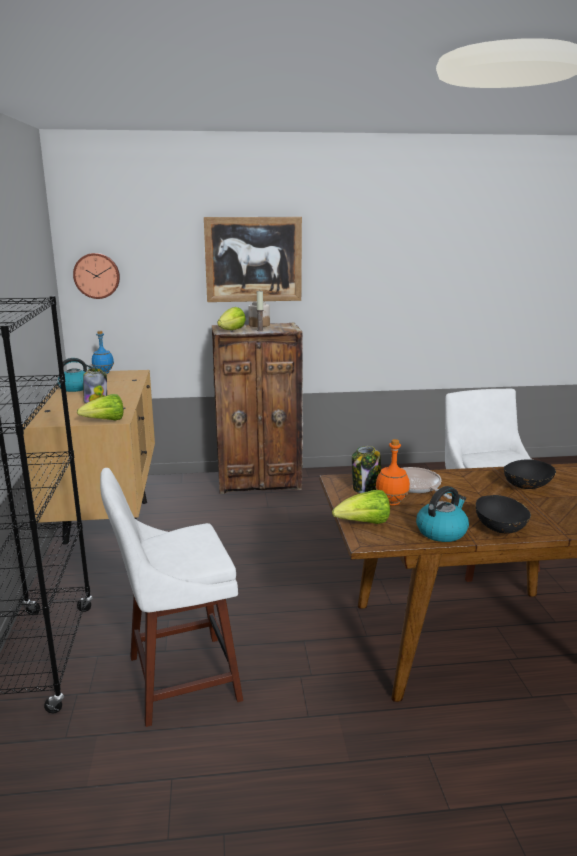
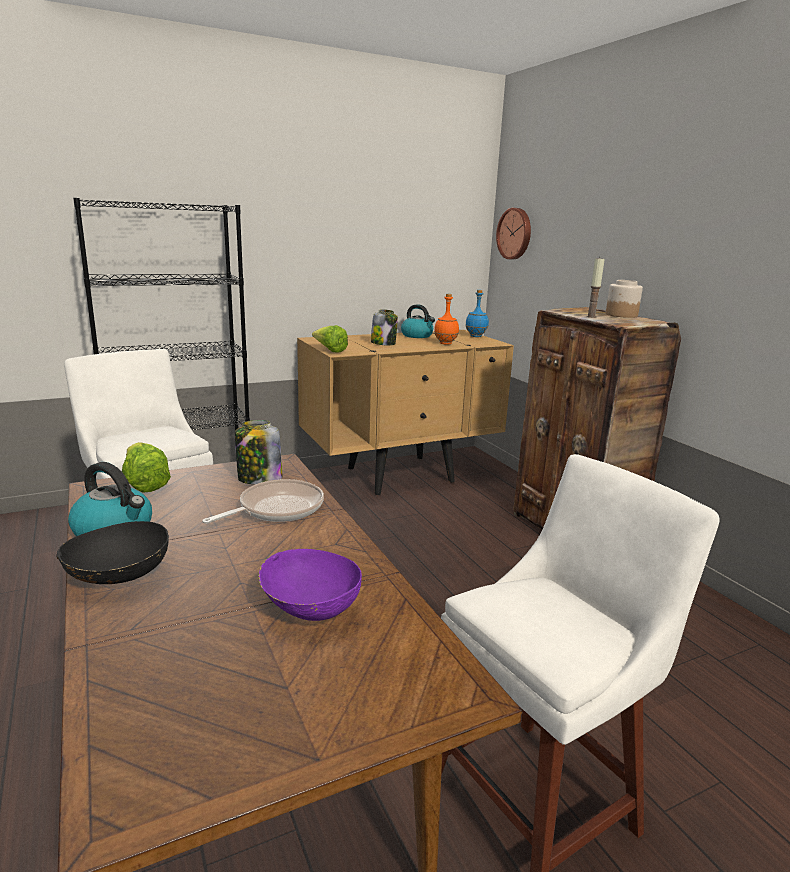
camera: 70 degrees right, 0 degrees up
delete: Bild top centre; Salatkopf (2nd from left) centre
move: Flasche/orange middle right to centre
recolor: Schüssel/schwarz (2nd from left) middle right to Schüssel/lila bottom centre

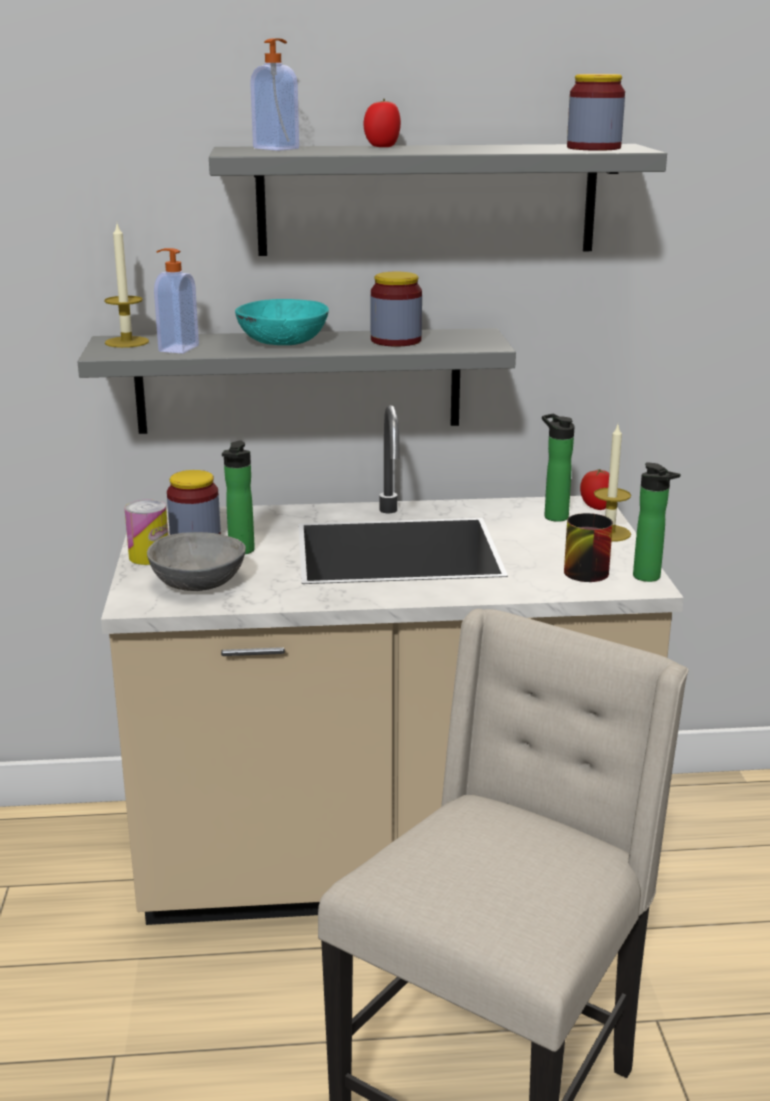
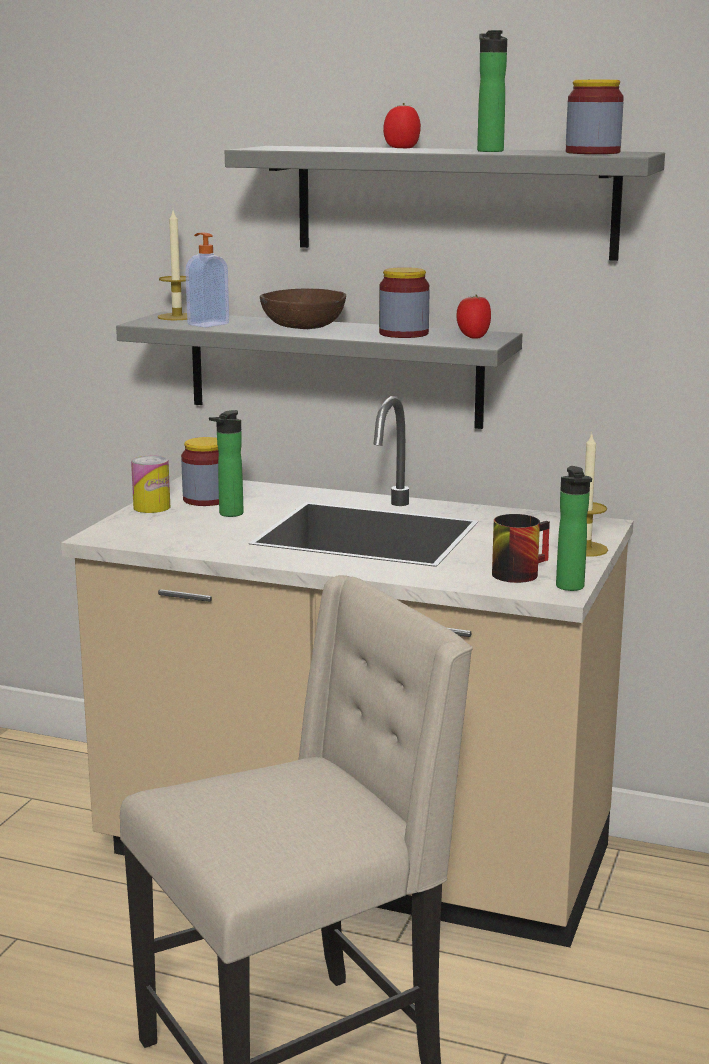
camera: 25 degrees right, 5 degrees down
delete: Schüssel/grau middle left; Seifenspender (2nd from left) top centre
move: Tomate (2nd from left) middle right to top right; Flasche (2nd from left) middle right to top right
recolor: Schüssel/türkis top centre to Schüssel/braun top centre

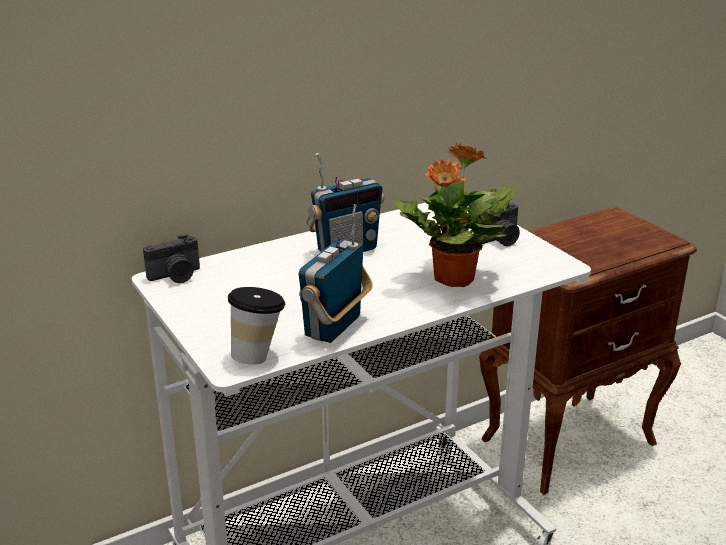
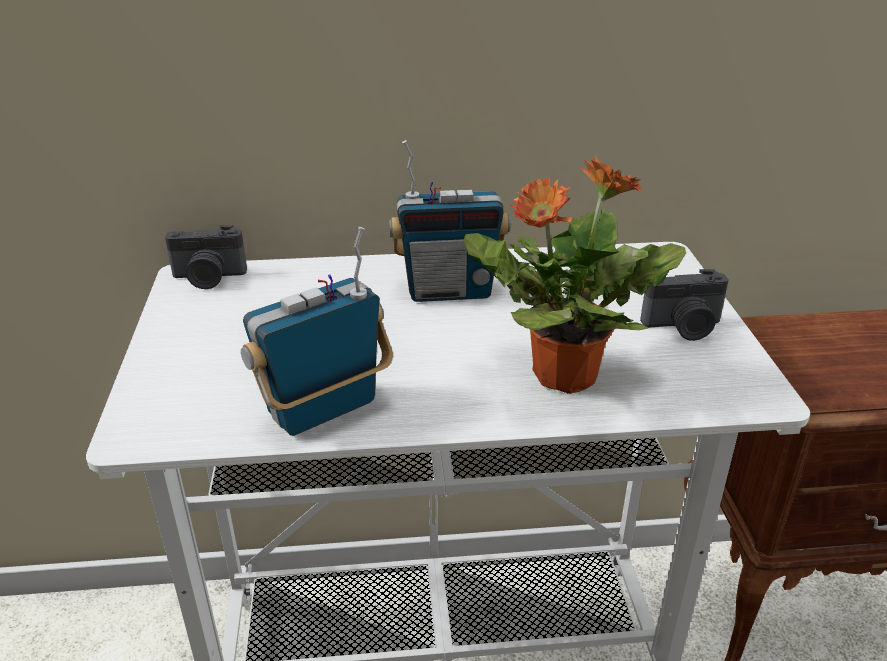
camera: 25 degrees right, 5 degrees up
delete: Tasse centre

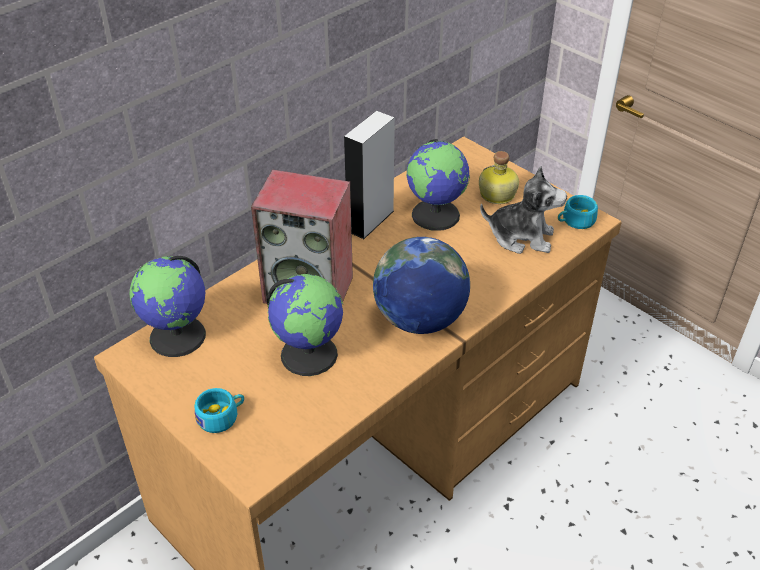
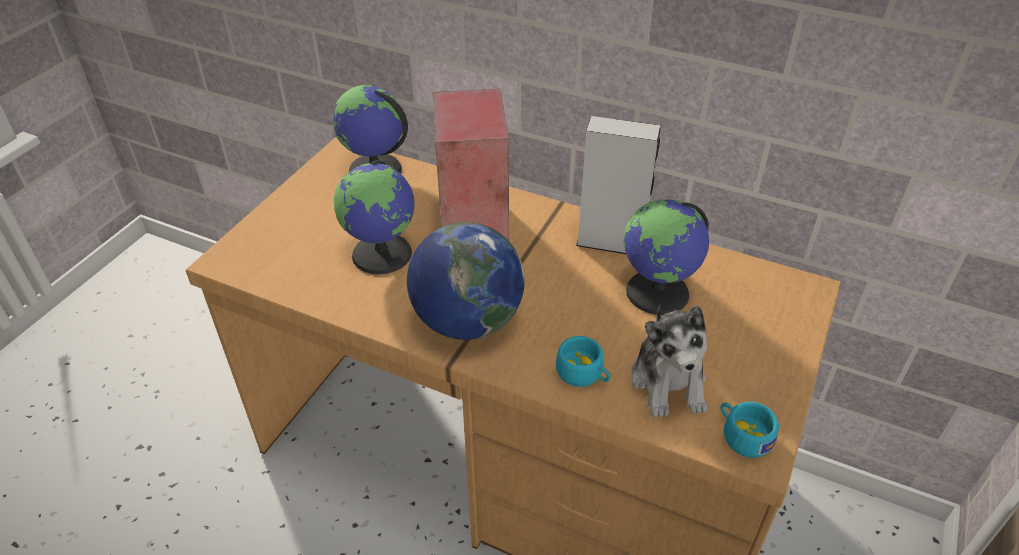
camera: 70 degrees right, 0 degrees up
delete: Flasche top centre
move: Tasse/türkis (1st from left) bottom left to centre

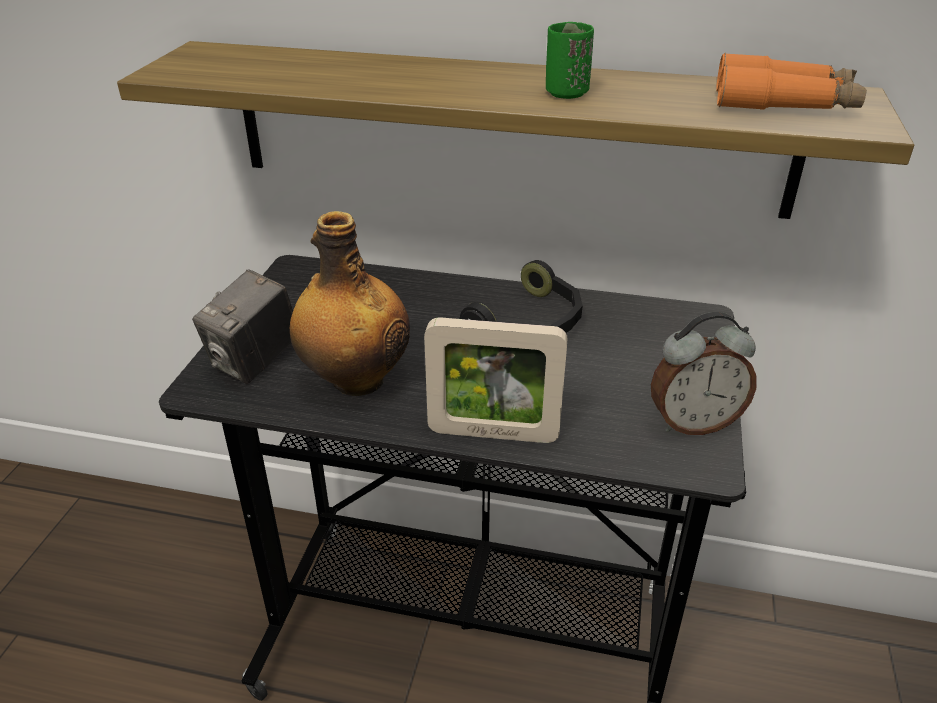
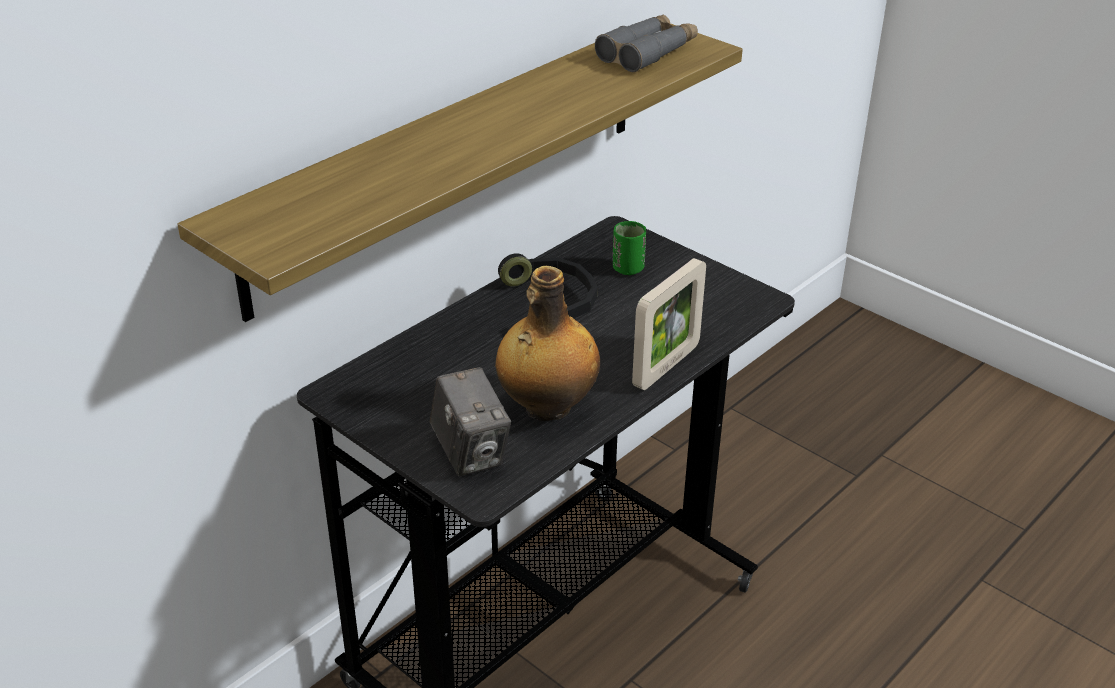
camera: 60 degrees left, 0 degrees up
delete: Wecker middle right
move: Tasse/grün top centre to centre
recolor: Fernglas/orange top right to Fernglas/grau top centre

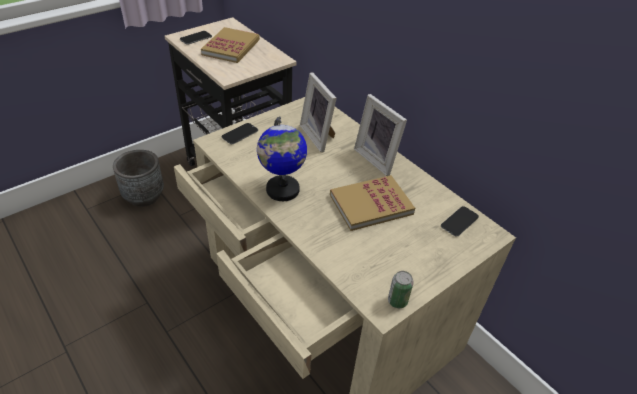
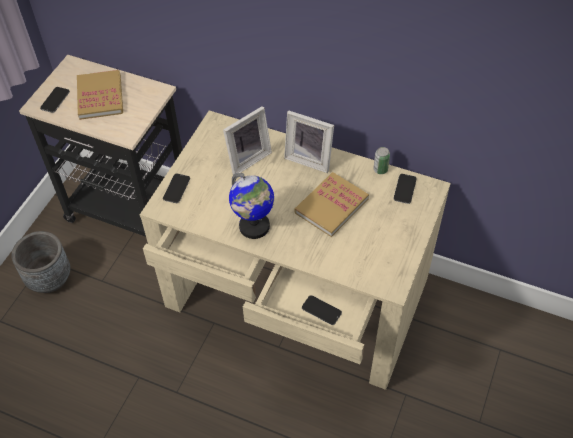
camera: 25 degrees left, 10 degrees up
insert: Handy (3rd from left) bottom centre
move: Dose bottom centre to middle right
rotate: Bilderrahmen (1st from left) top centre = top centre 75 degrees counterclockwise

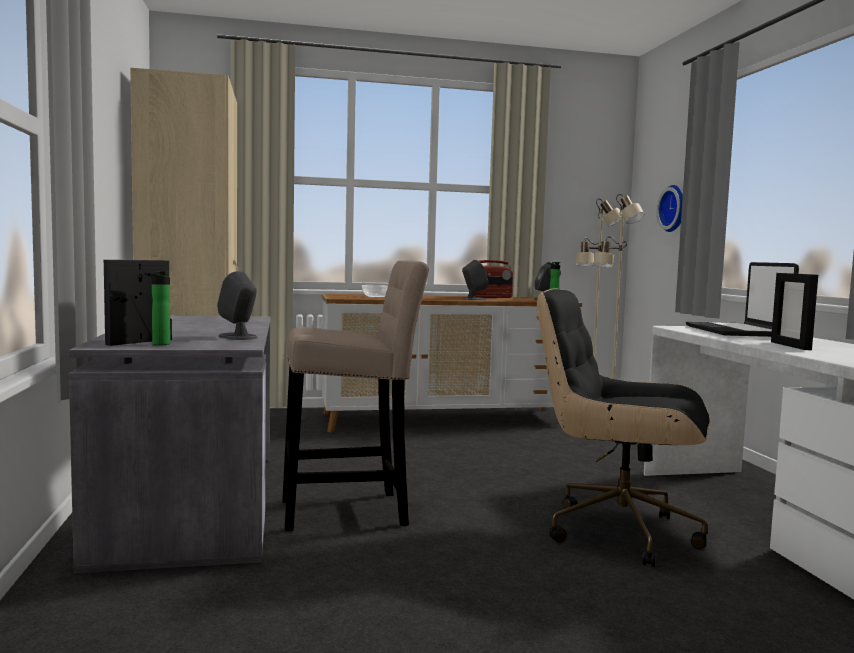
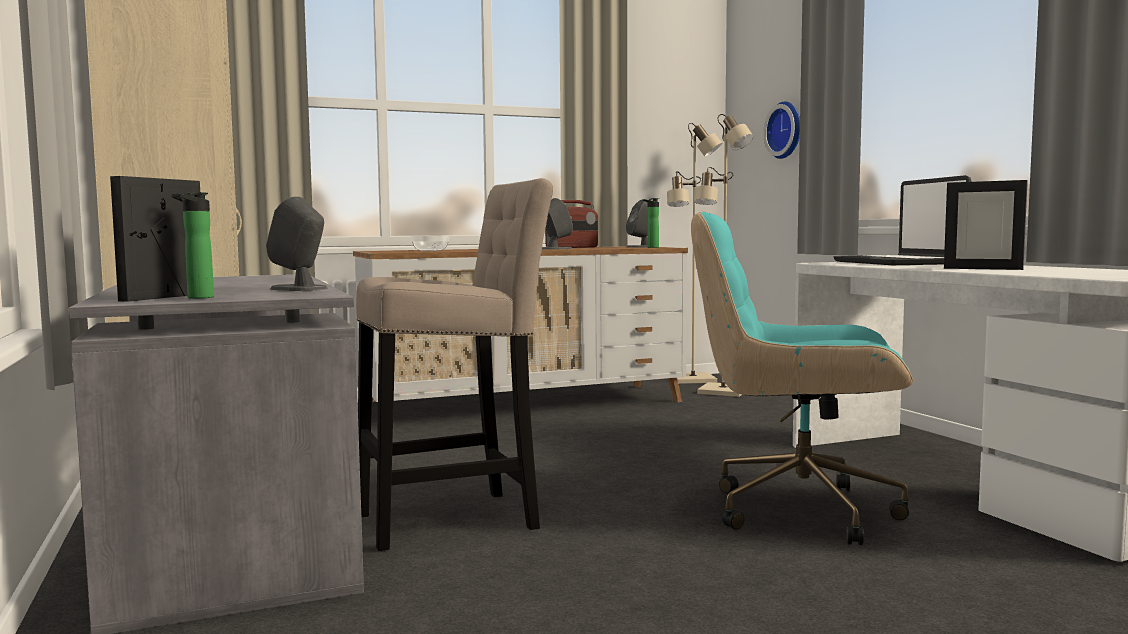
camera: 10 degrees left, 0 degrees up
recolor: Bürostuhl/schwarz middle right to Bürostuhl/türkis middle right
rotate: Bilderrahmen (2nd from left) middle right = middle right 45 degrees counterclockwise

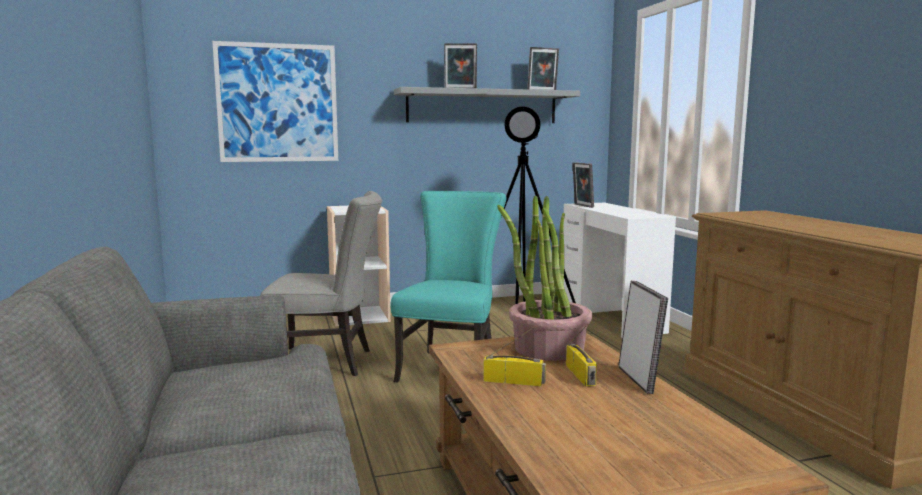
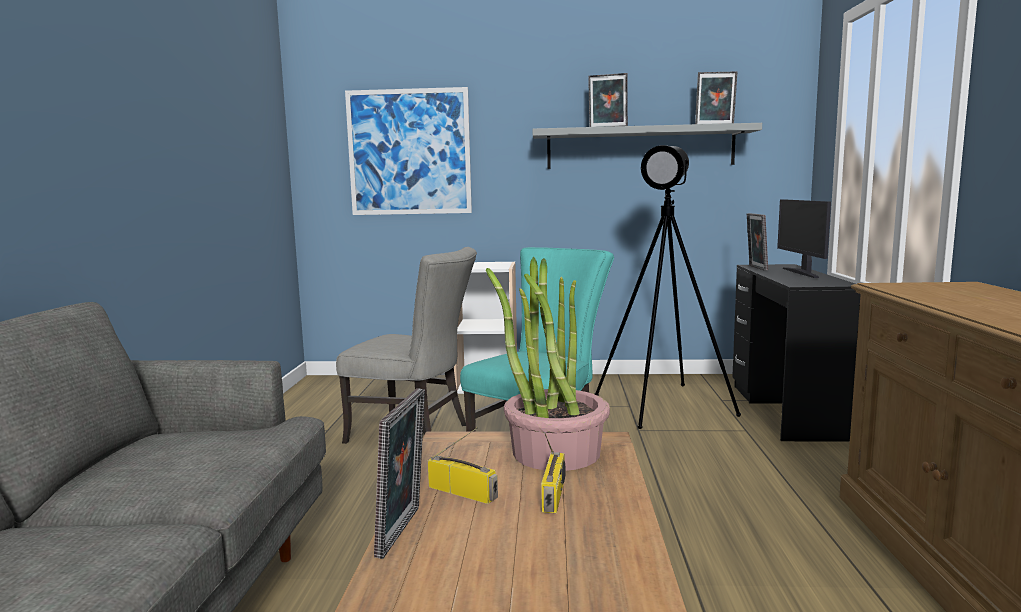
camera: 20 degrees right, 0 degrees up
insert: Monitor middle right
move: Bilderrahmen (4th from left in the first image) bottom right to Bilderrahmen (1st from left) bottom centre
recolor: Schreibtisch/weiß middle right to Schreibtisch/schwarz middle right

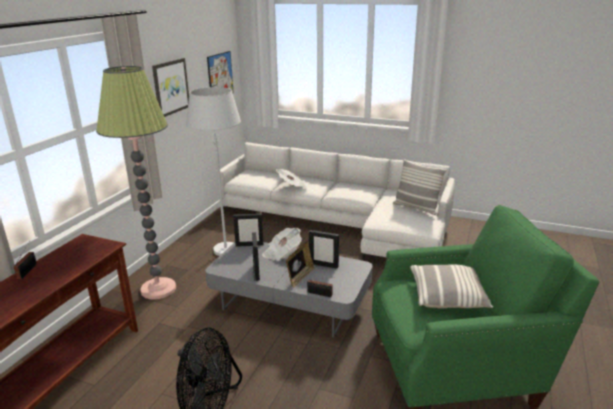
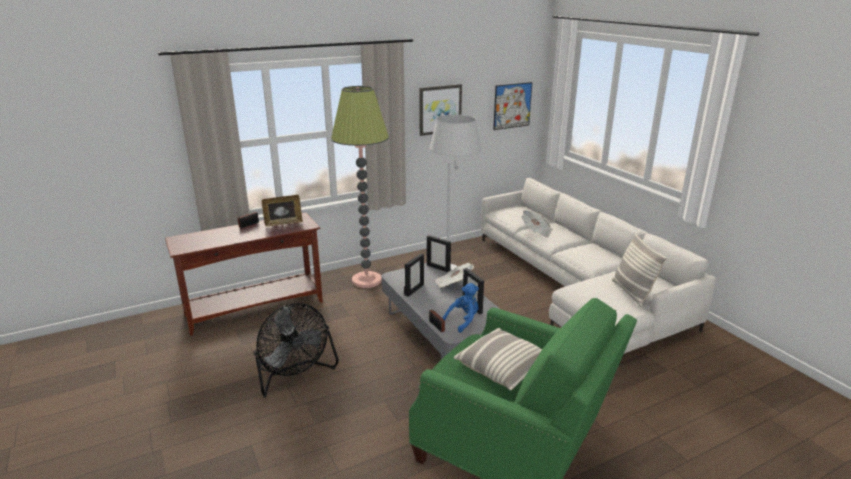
camera: 40 degrees right, 0 degrees up
insert: Plüschtier/blau centre
move: Bilderrahmen (3rd from left in the first image) centre to Bilderrahmen (1st from left) middle left

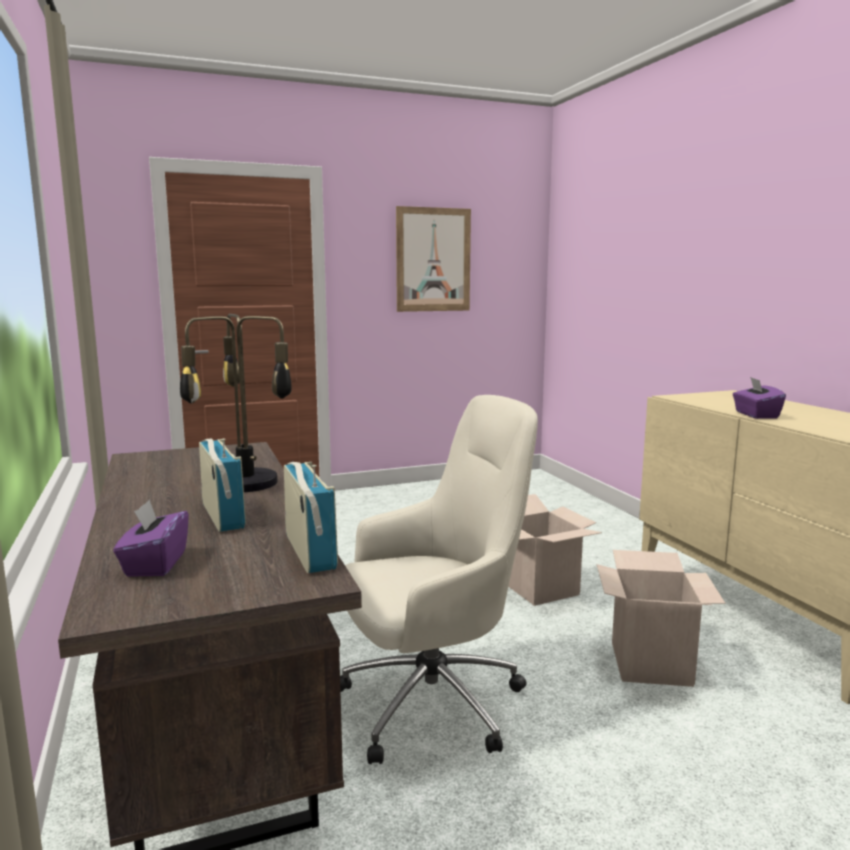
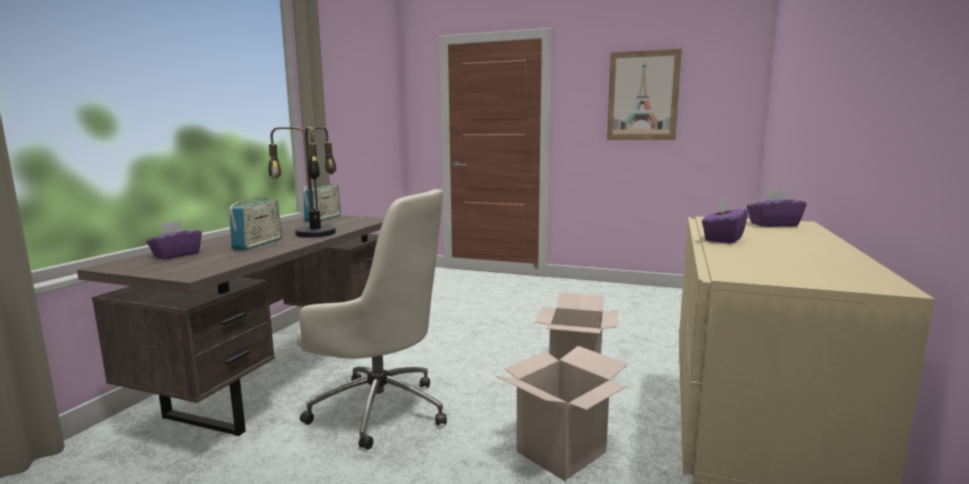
camera: 40 degrees right, 0 degrees up
insert: Taschentuchbox/lila (3rd from left) middle right
move: Radio (2nd from left) centre to middle left

